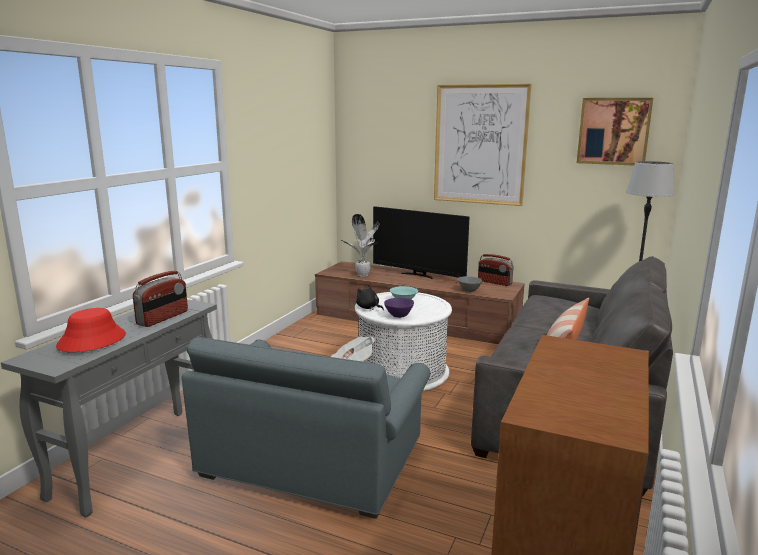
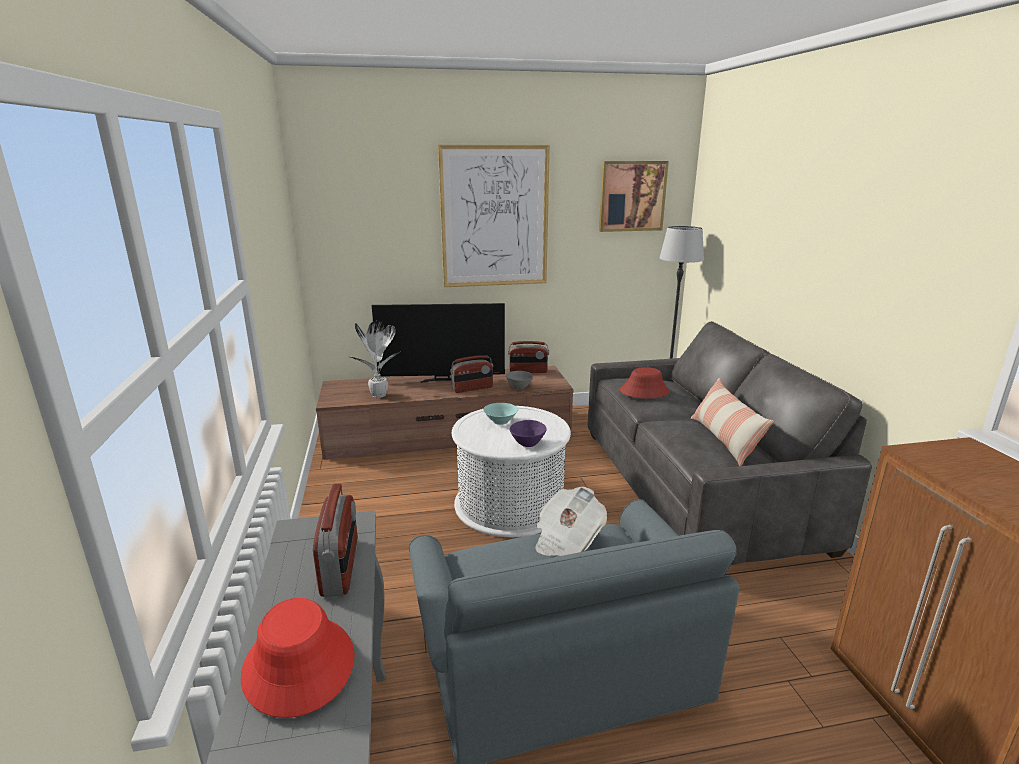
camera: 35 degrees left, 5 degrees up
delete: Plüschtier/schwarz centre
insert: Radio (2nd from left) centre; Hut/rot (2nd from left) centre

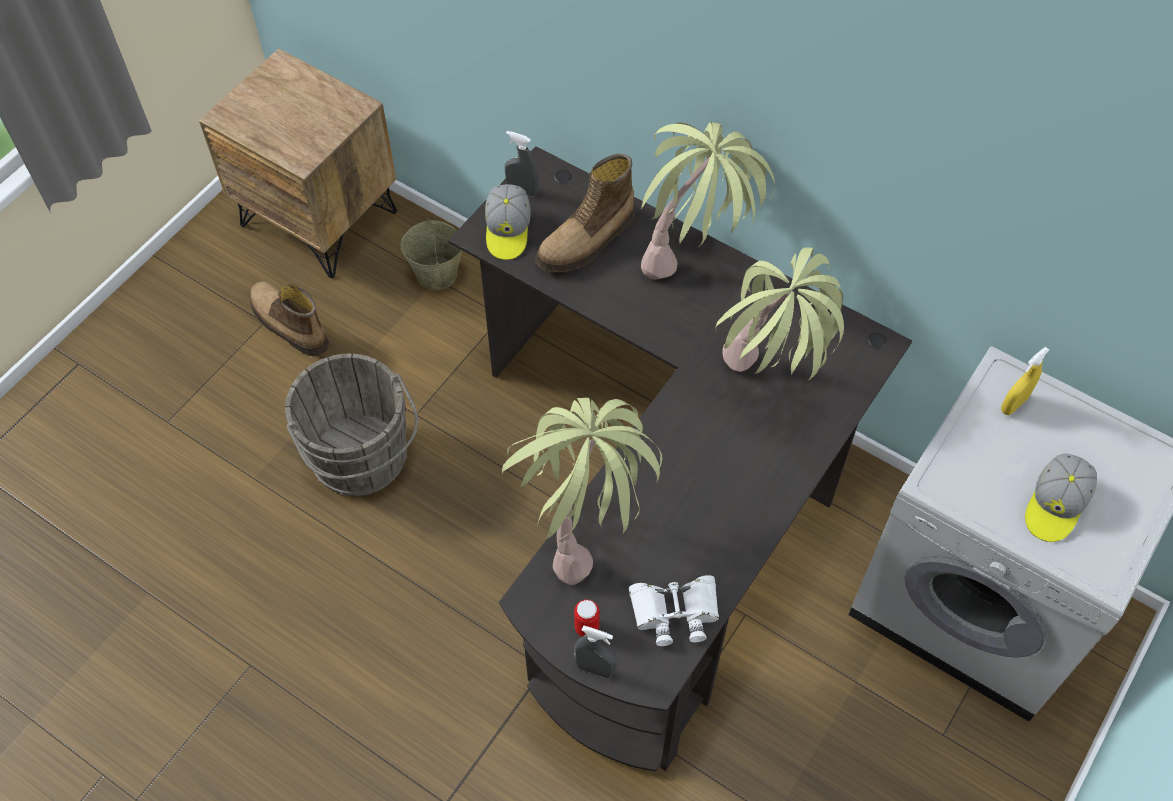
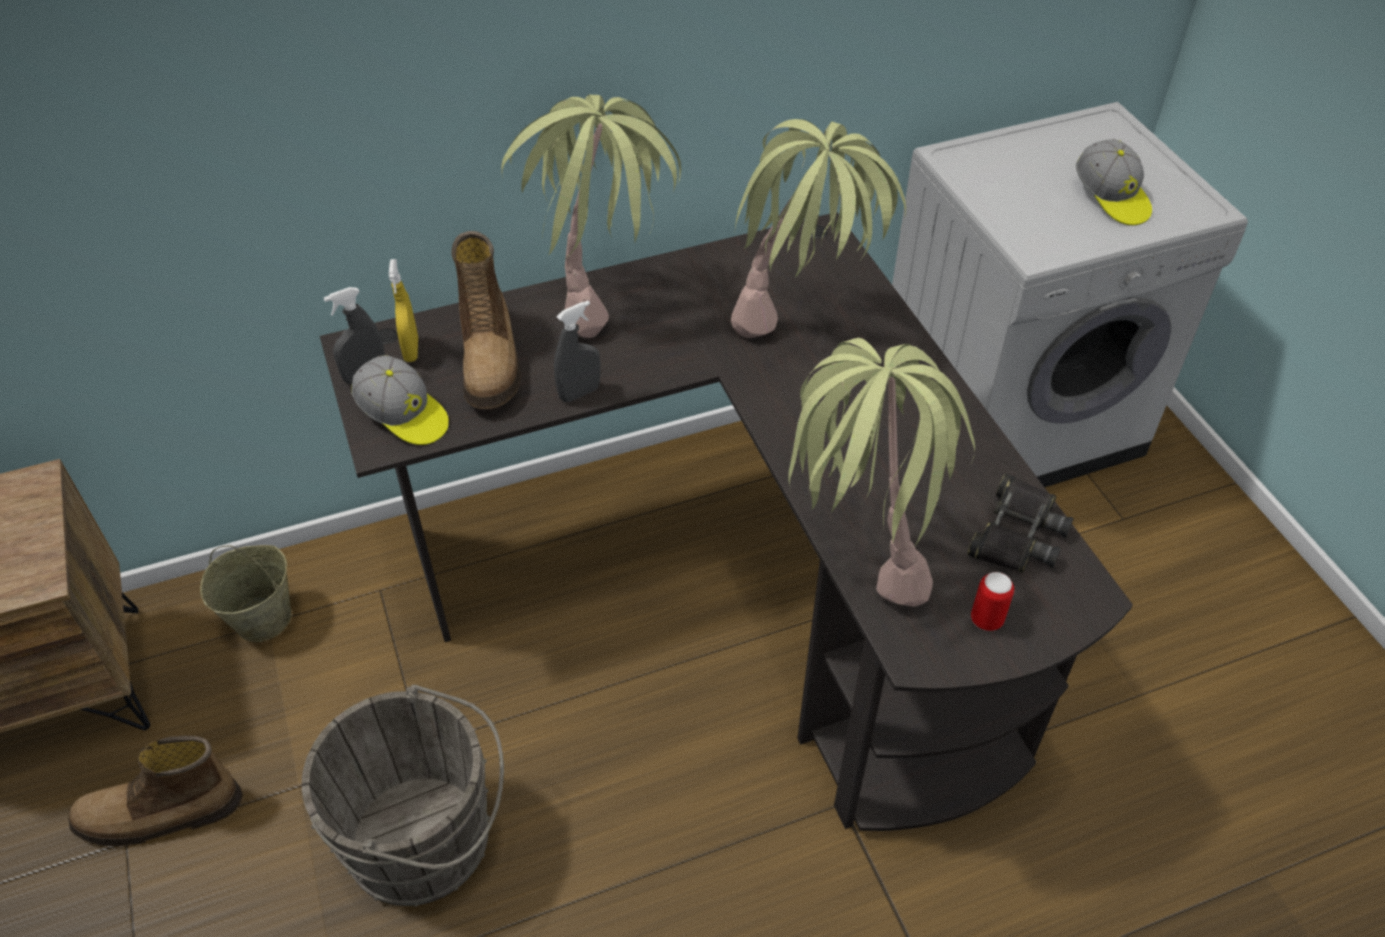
camera: 55 degrees left, 10 degrees down
move: Sprühflasche/gelb middle right to top left; Sprühflasche/grau (2nd from left) bottom centre to centre
recolor: Fernglas/weiß bottom centre to Fernglas/schwarz middle right

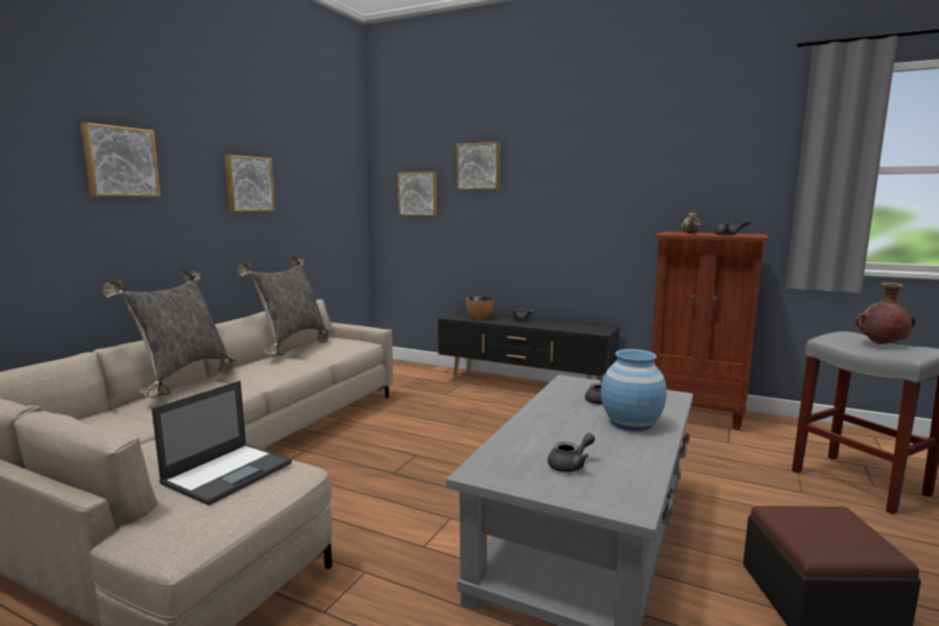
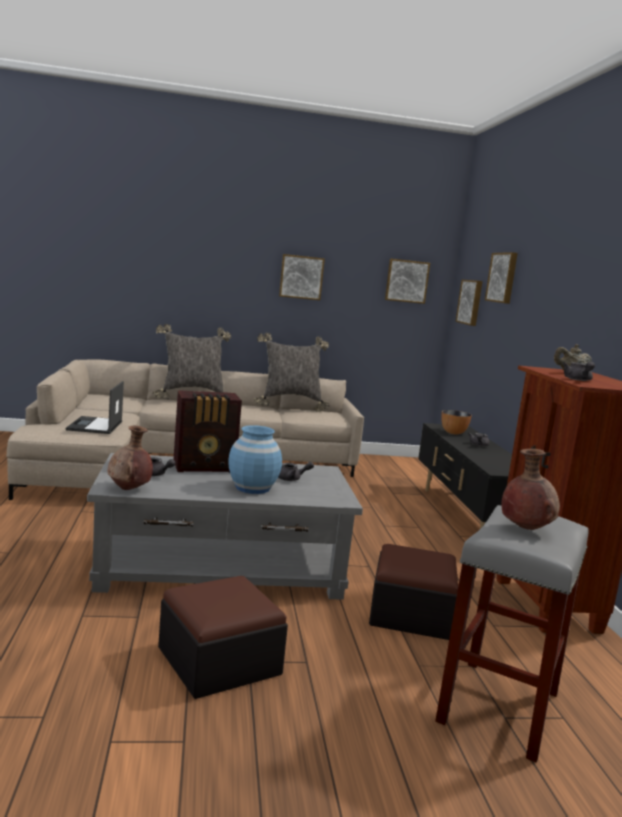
camera: 55 degrees right, 0 degrees up
insert: Vase/braun (1st from left) middle left; Radio middle left; Polsterhocker (2nd from left) bottom centre
move: Bild (1st from left in the first image) top left to Bild (2nd from left) centre
rotate: Laptop bottom left = middle left 90 degrees clockwise

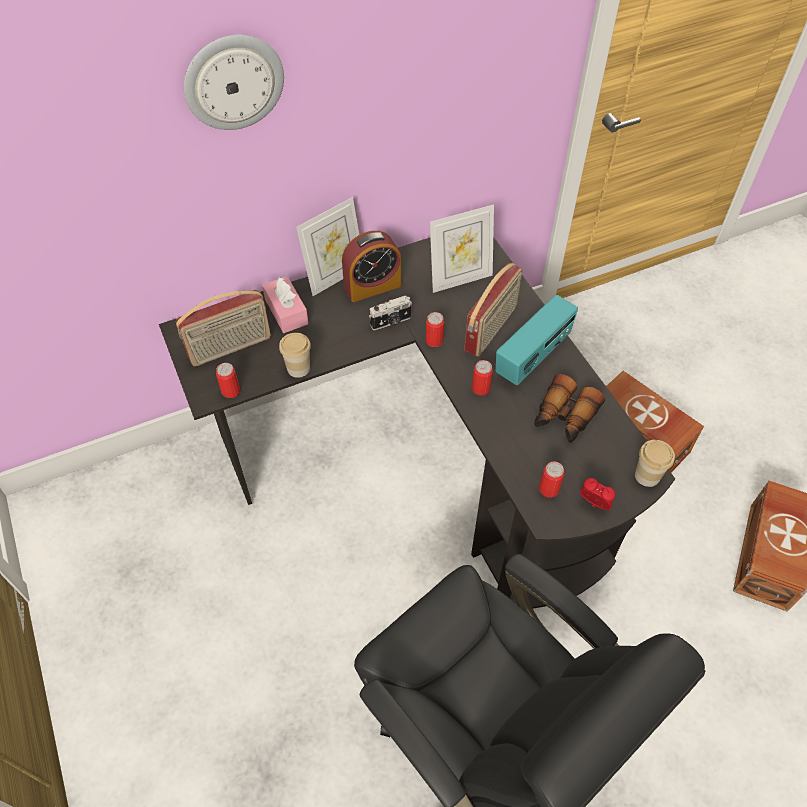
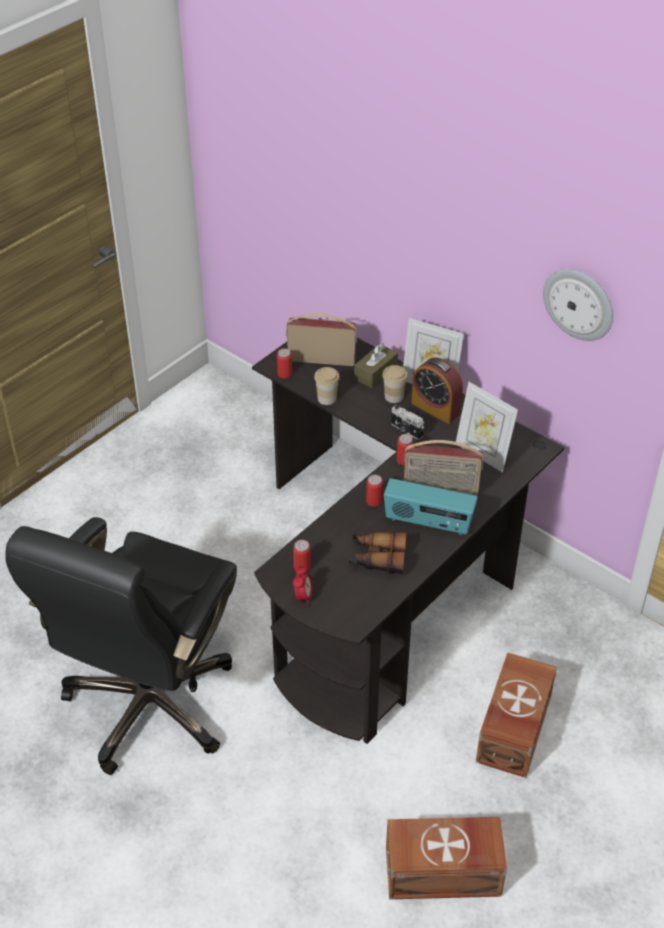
camera: 65 degrees right, 10 degrees down
move: Tasse (2nd from left) middle right to centre; Wanduhr top left to top right
recolor: Taschentuchbox/rosa centre to Taschentuchbox/braun centre
rotate: Radio (1st from left) middle left = centre 150 degrees clockwise

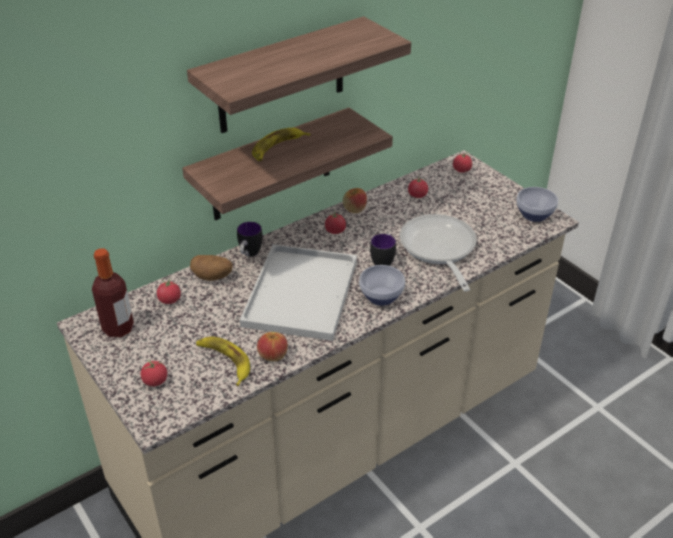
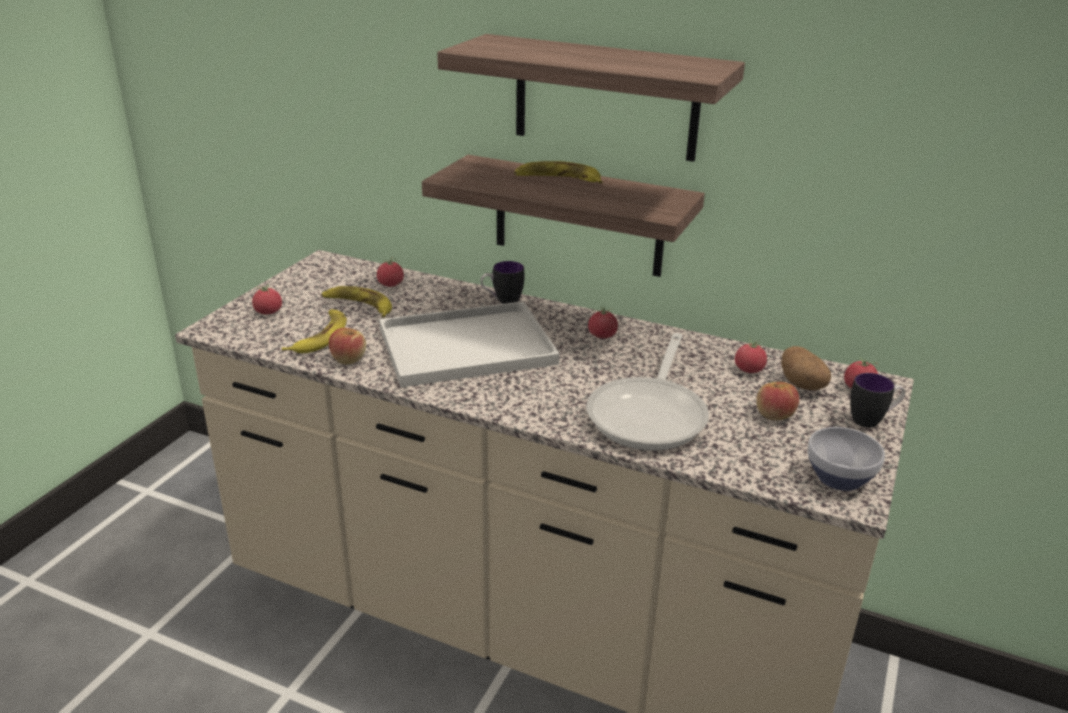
camera: 60 degrees right, 10 degrees down
delete: Flasche middle left; Schüssel (1st from left) centre
insert: Banane (2nd from left) centre
move: Apfel (2nd from left) centre to middle right; Kartoffel middle left to middle right; Henkelbecher (2nd from left) centre to middle right
rotate: Pfanne centre = centre 150 degrees clockwise

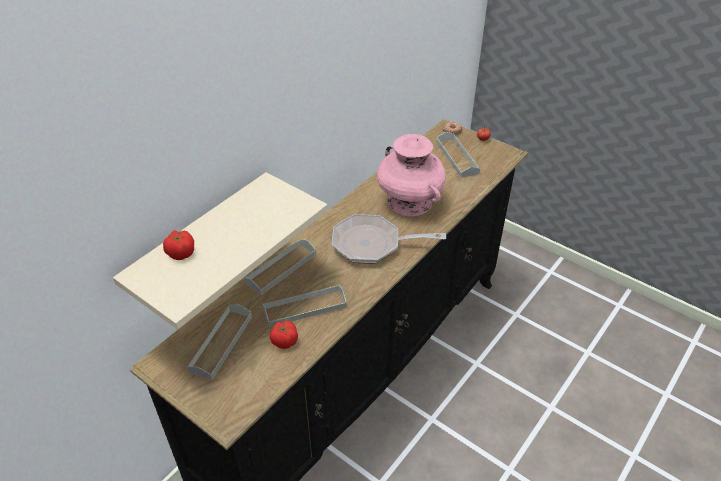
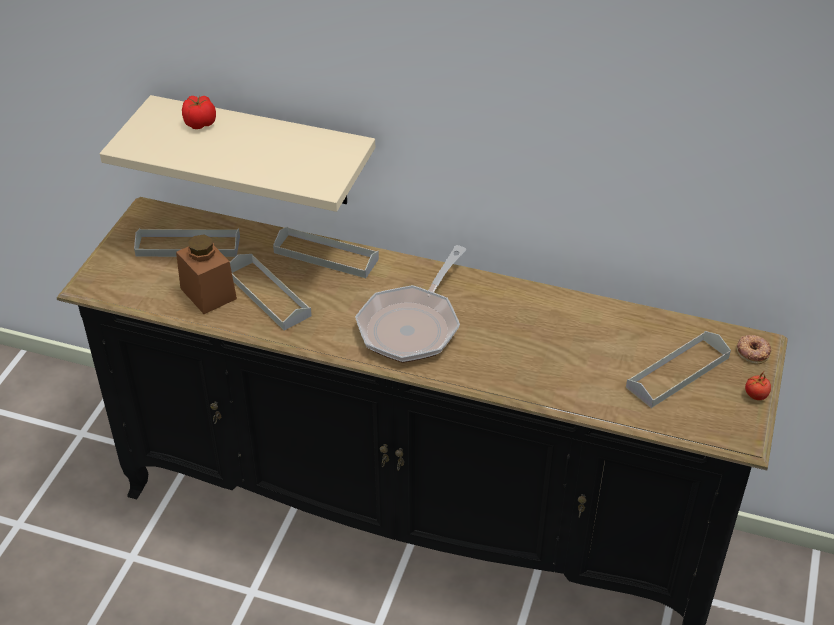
camera: 70 degrees right, 0 degrees up
delete: Vase/rosa centre
replace: Tomate (2nd from left) bottom centre to Vorratsglas/braun middle left
rotate: Pfanne centre = centre 135 degrees counterclockwise

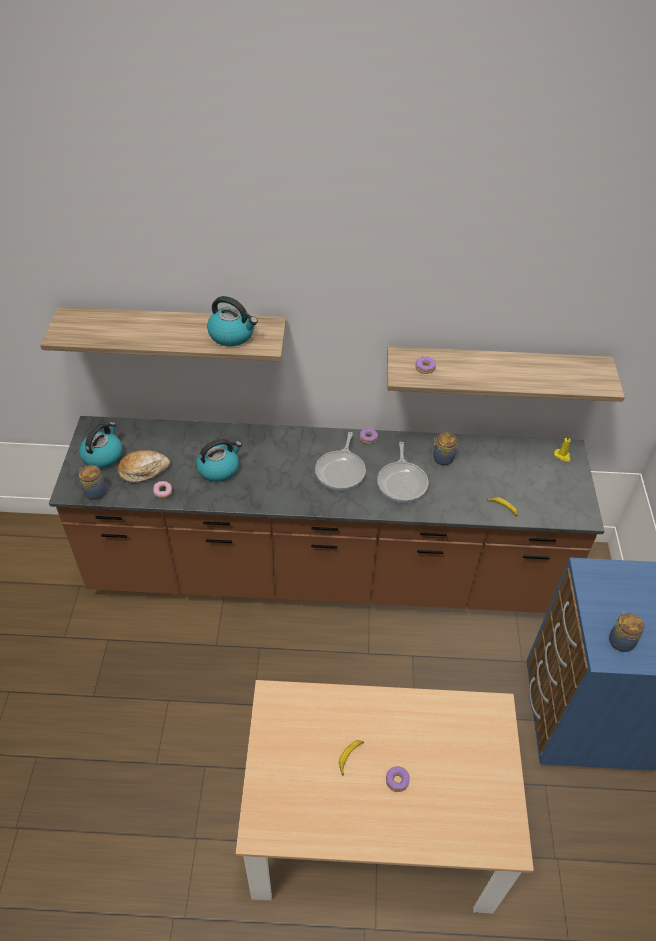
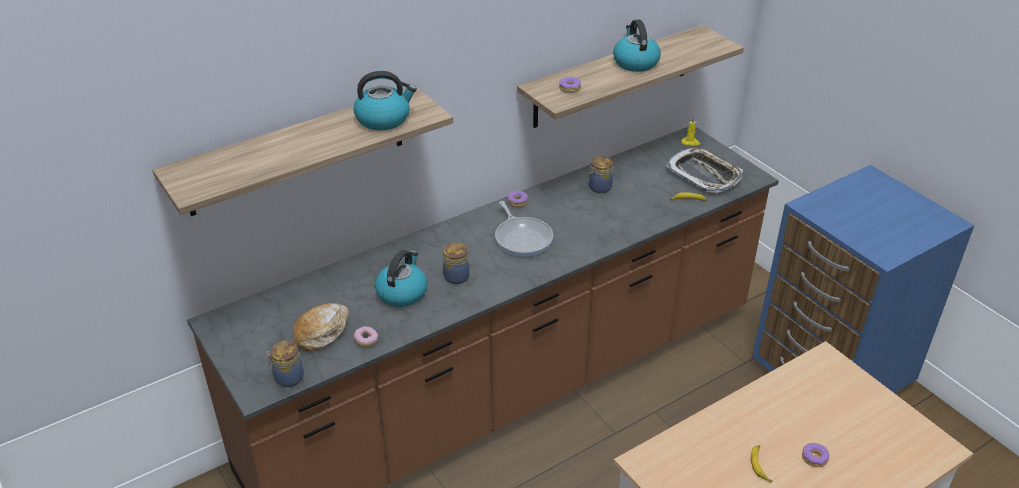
camera: 35 degrees left, 10 degrees down
delete: Pfanne (2nd from left) centre
insert: Tablett middle right
move: Vorratsglas (3rd from left in the first image) bottom right to Vorratsglas (2nd from left) centre; Wasserkessel (1st from left in the first image) middle left to Wasserkessel (3rd from left) top centre

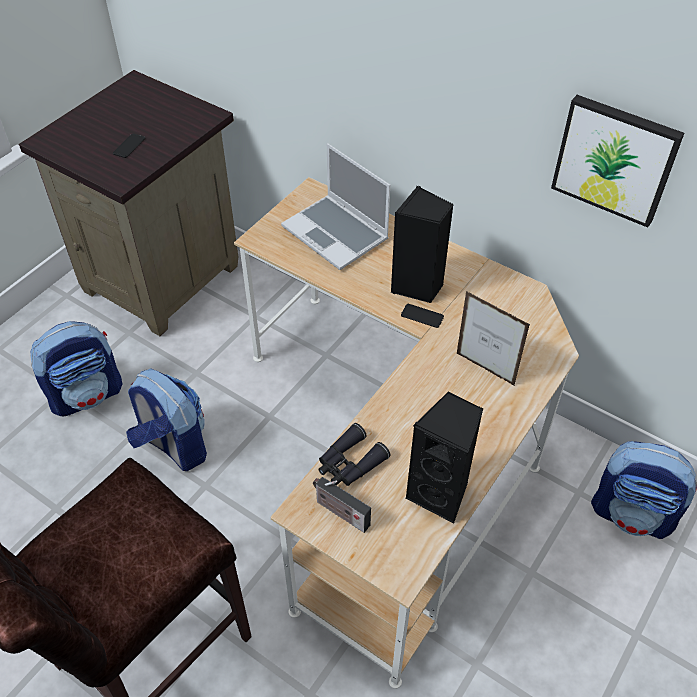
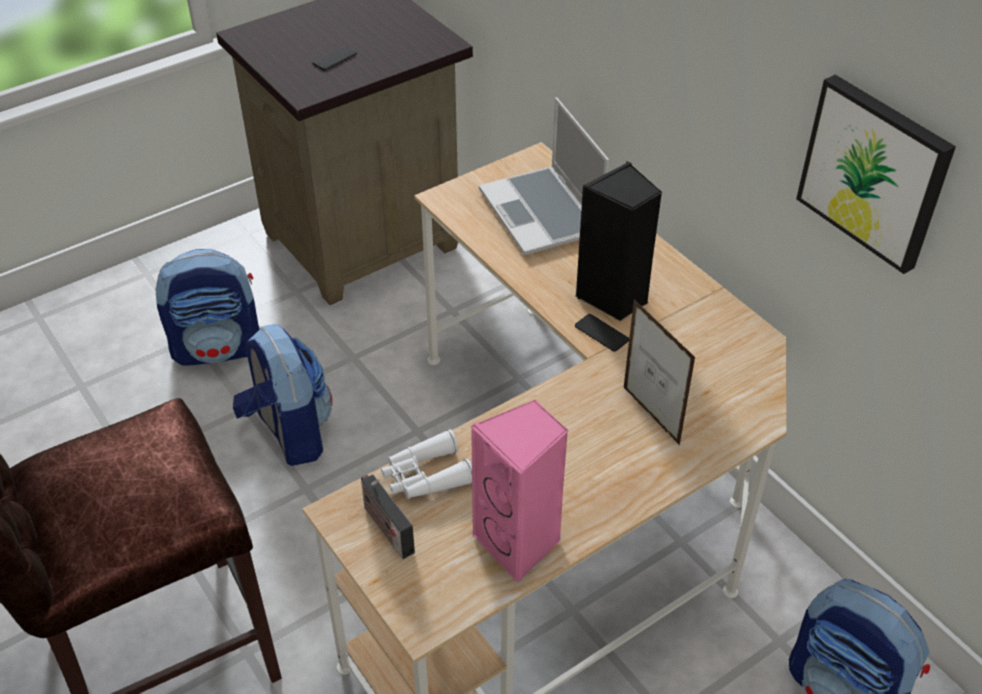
camera: 20 degrees right, 5 degrees down
recolor: Fernglas/schwarz centre to Fernglas/weiß bottom centre; Lautsprecher/schwarz (2nd from left) centre to Lautsprecher/rosa bottom centre

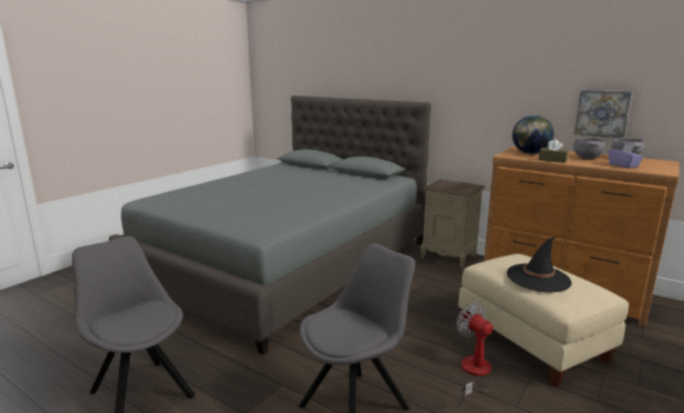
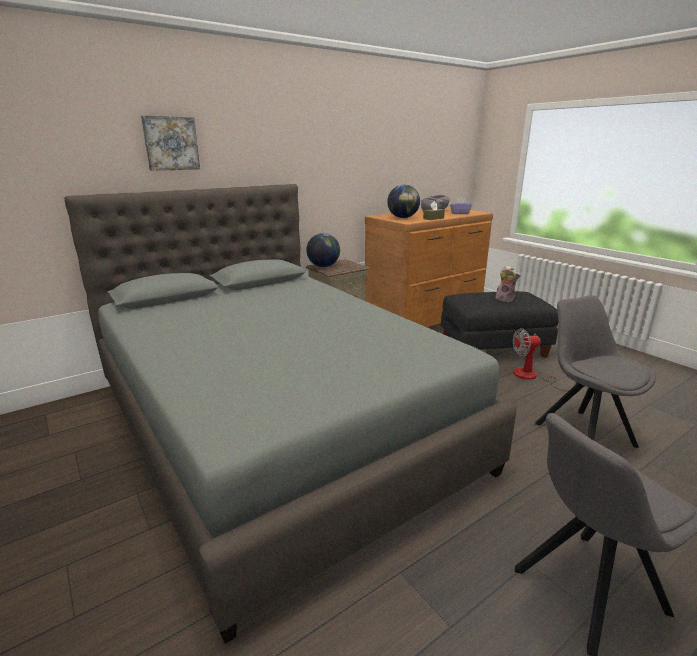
camera: 70 degrees left, 5 degrees up
insert: Globus (1st from left) centre
move: Bild top right to top left
replace: Hut/schwarz middle right to Plüschtier middle right
recolor: Polsterhocker/beige bottom right to Polsterhocker/schwarz middle right

